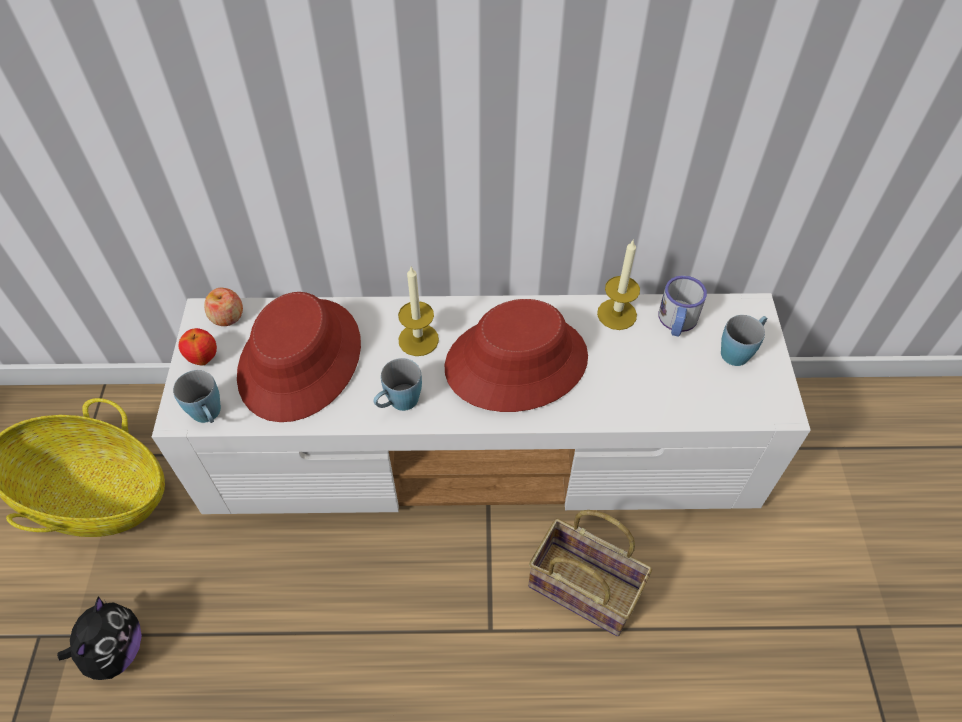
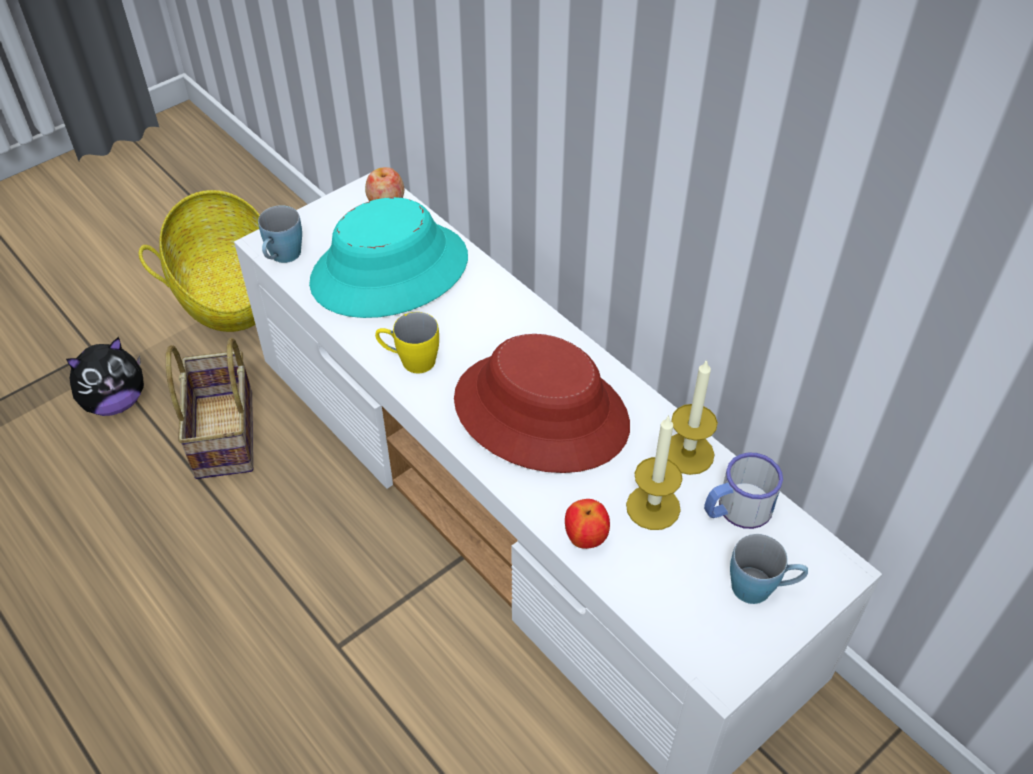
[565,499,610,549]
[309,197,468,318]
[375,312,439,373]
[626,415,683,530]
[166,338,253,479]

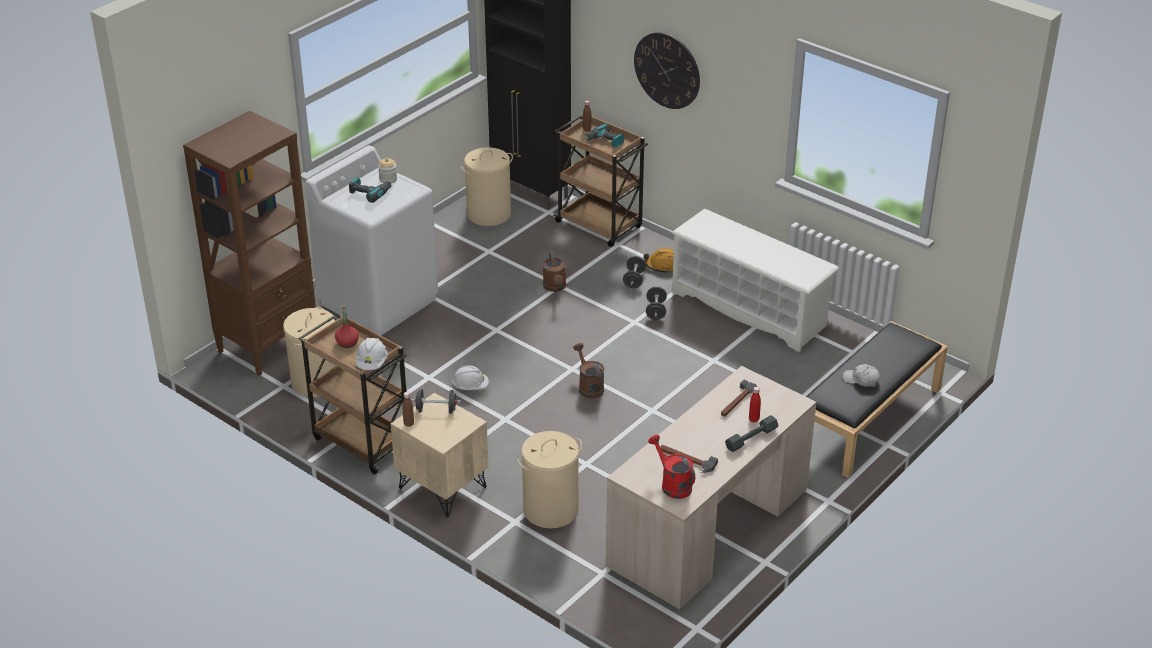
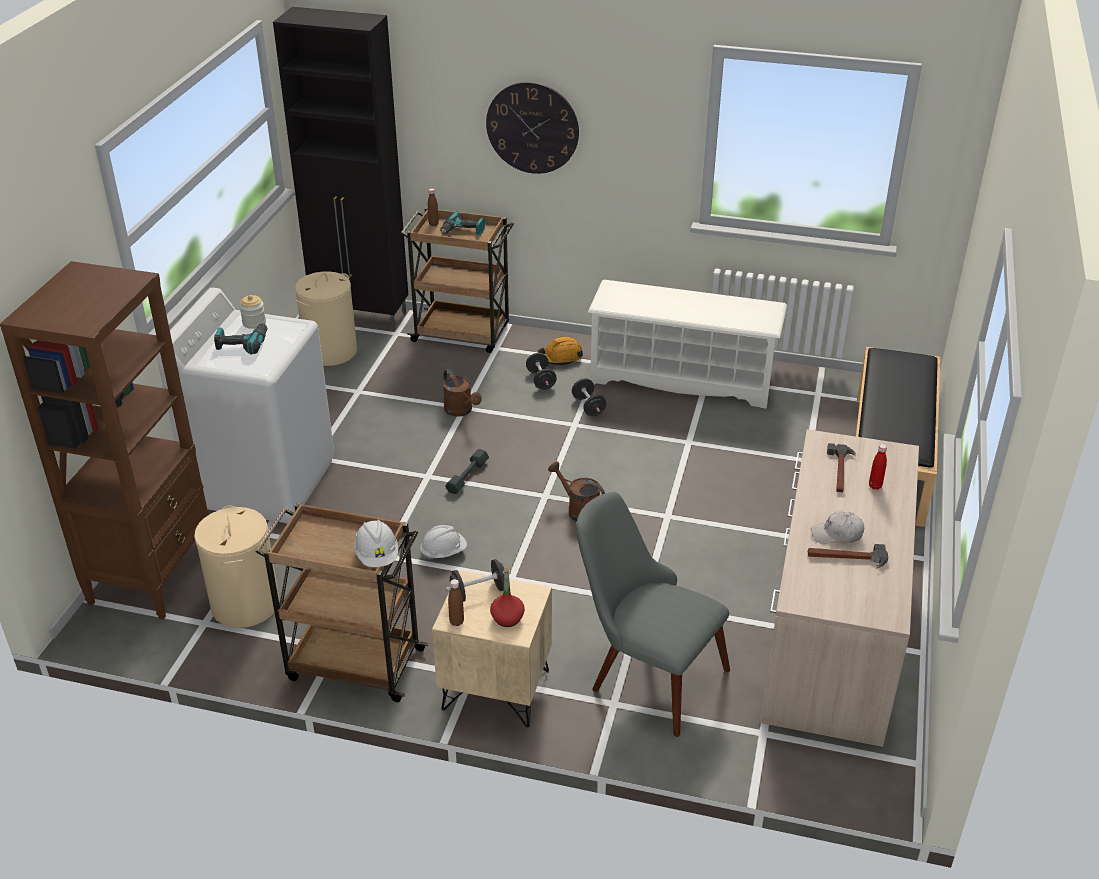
[490,568,525,627]
[576,492,730,737]
[648,435,695,499] (first image)
[445,449,489,494]
[811,511,864,544]

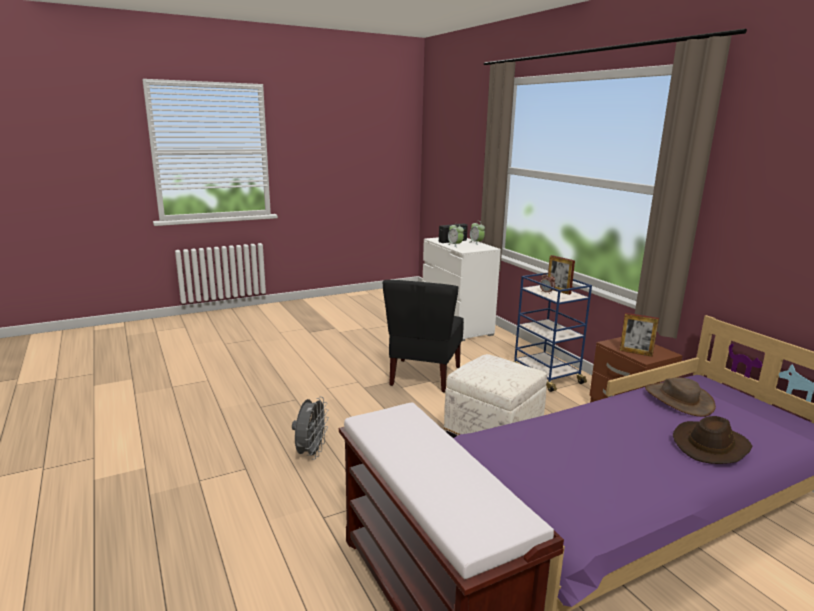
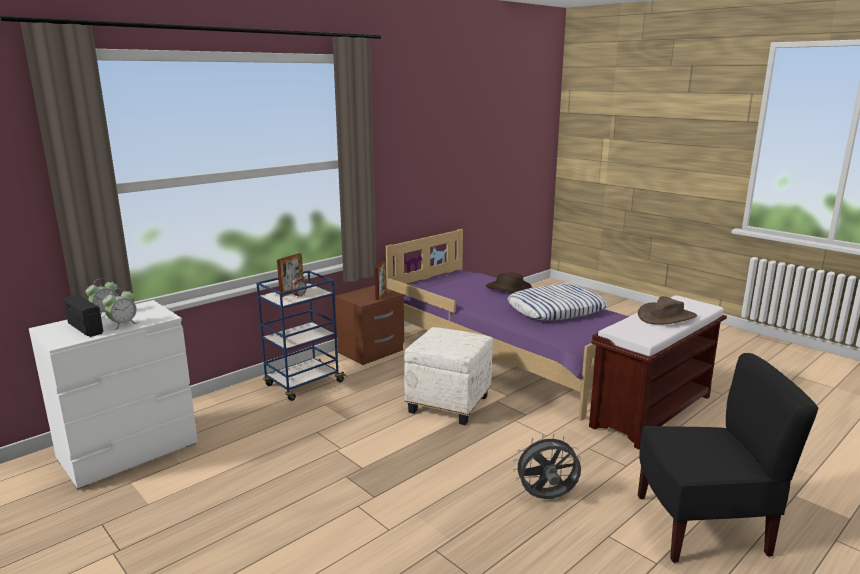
[638,353,818,563]
[638,296,697,325]
[507,284,608,321]

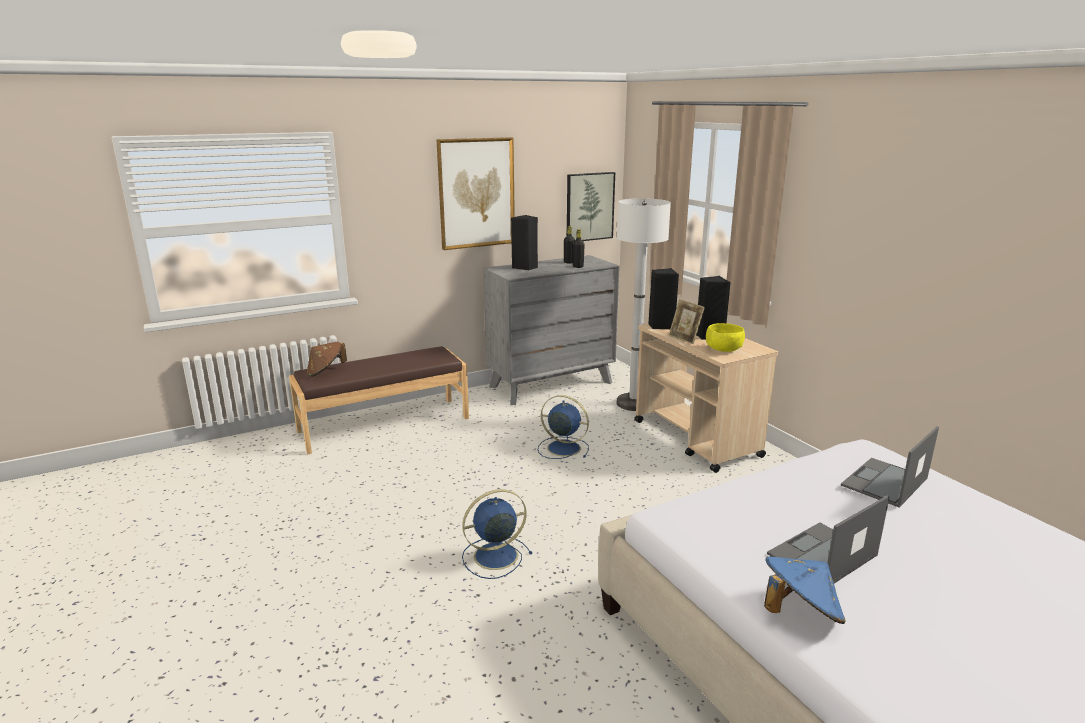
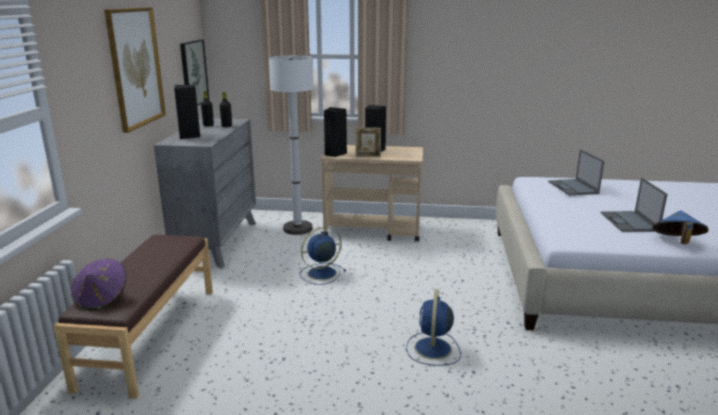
[71,258,126,310]
[706,323,745,352] (first image)

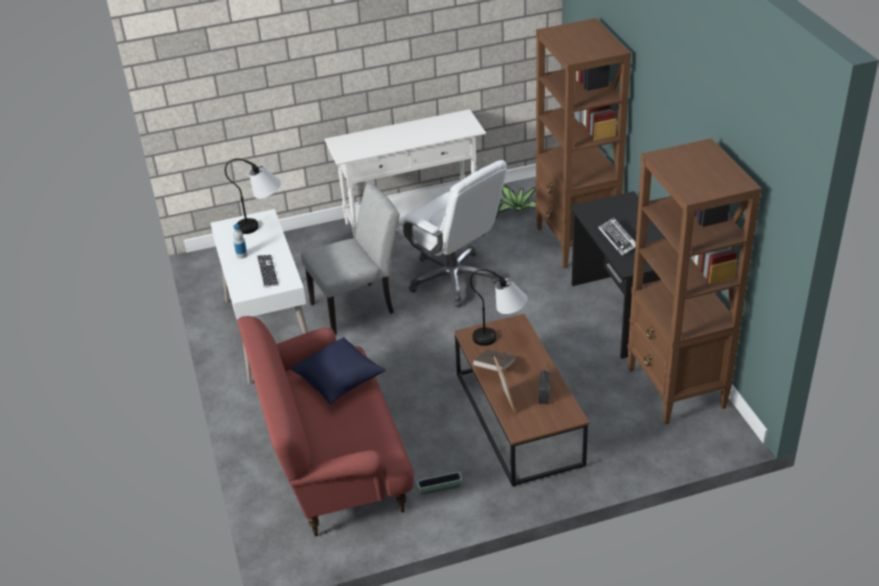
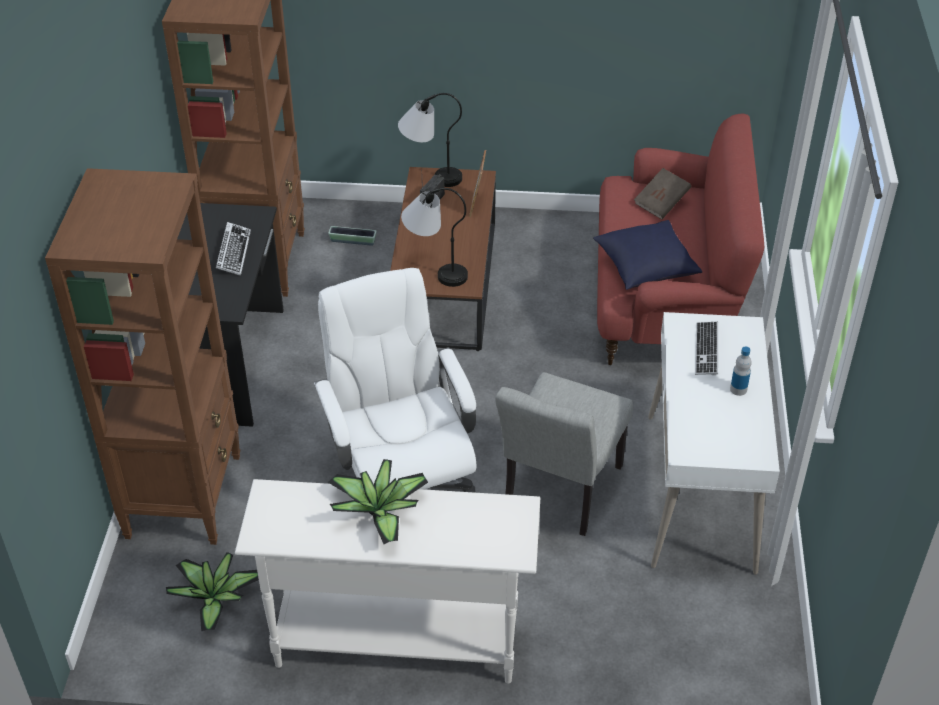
[398,93,462,187]
[495,372,633,536]
[328,226,376,246]
[634,168,691,219]
[328,459,428,544]

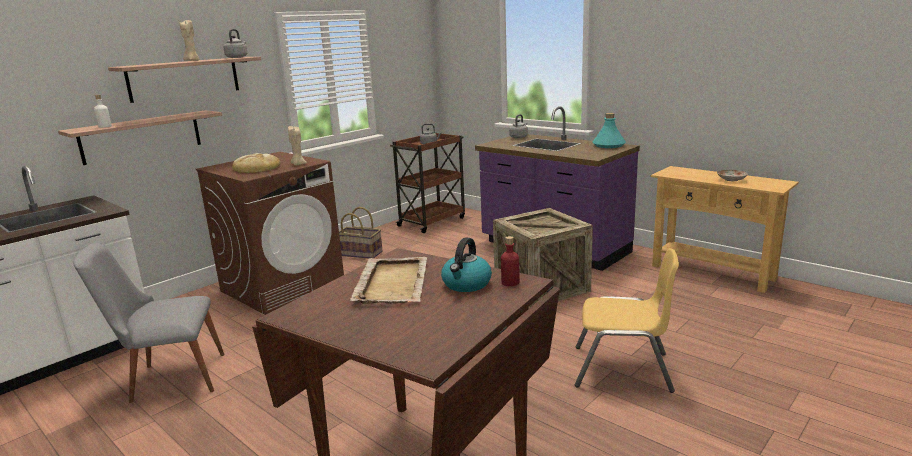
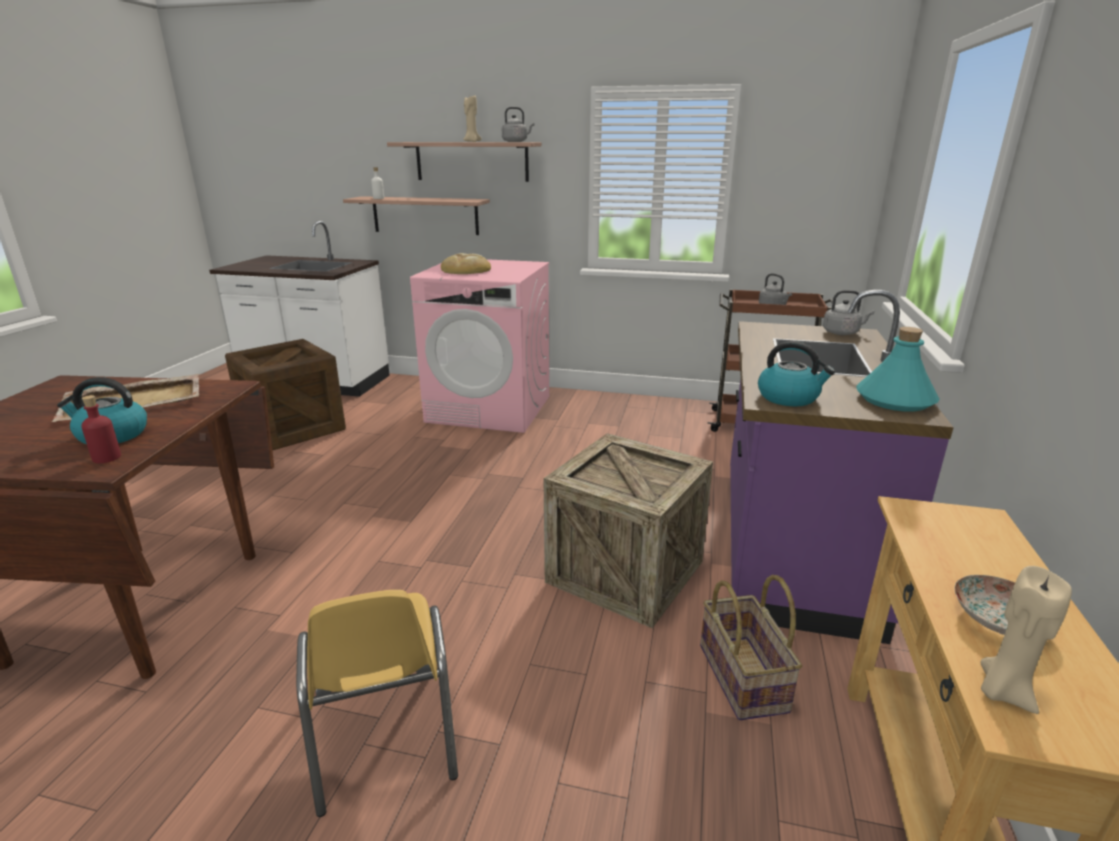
[225,339,346,451]
[410,259,549,433]
[980,566,1072,714]
[700,575,802,720]
[758,341,835,407]

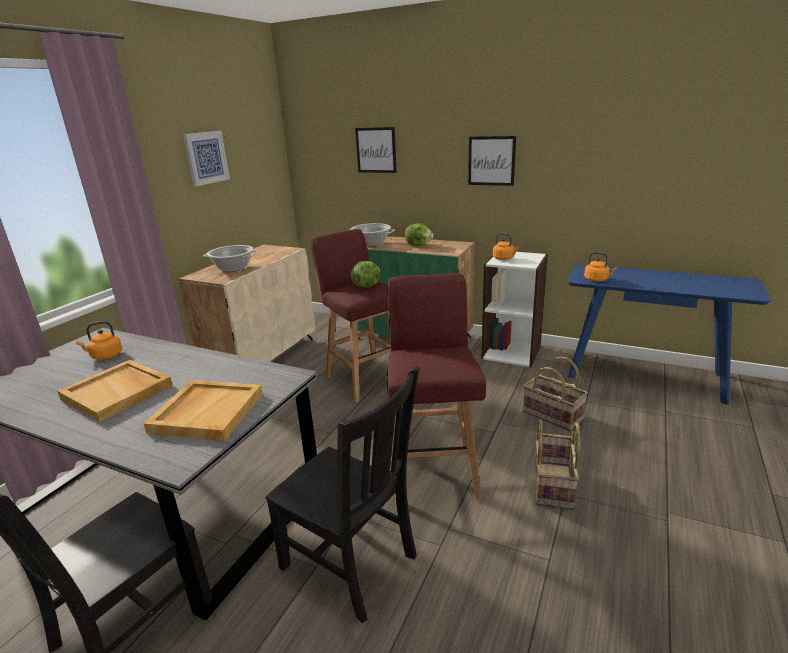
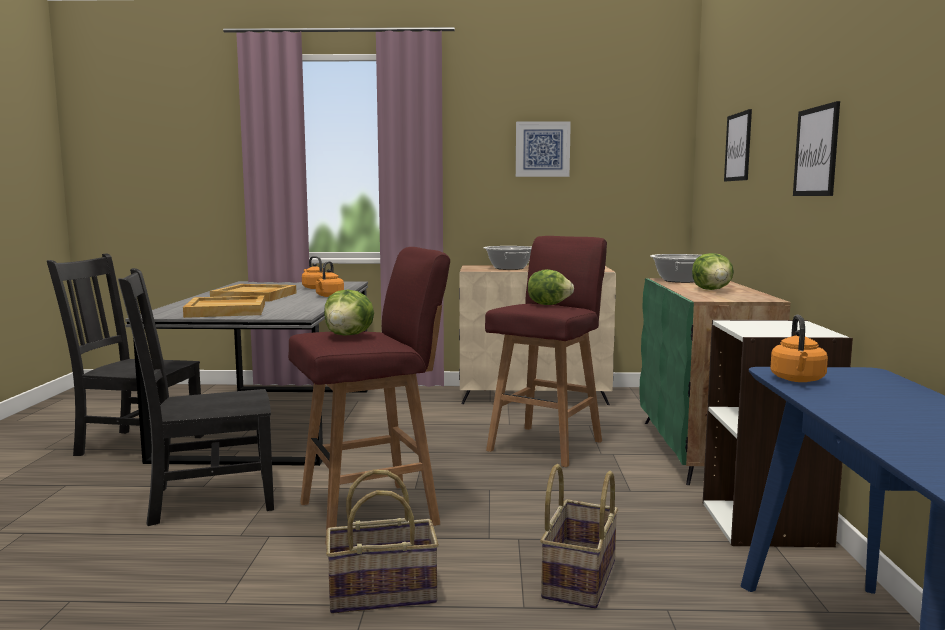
[118,268,274,526]
[316,261,344,297]
[324,290,374,336]

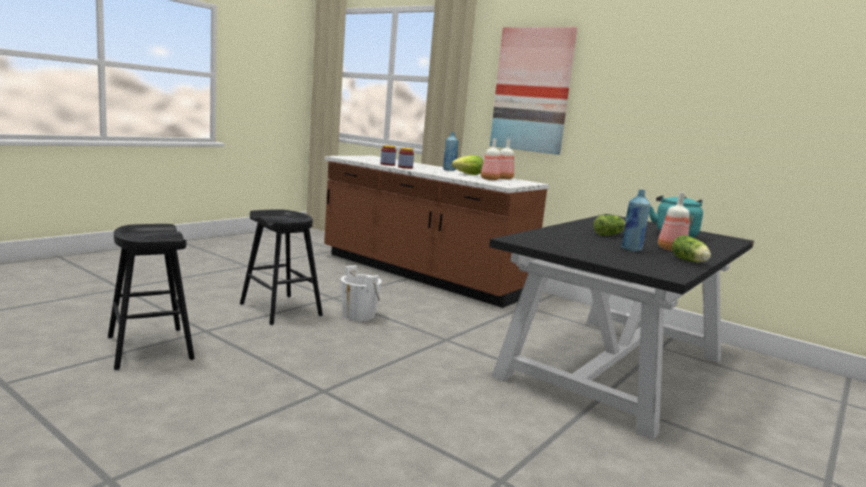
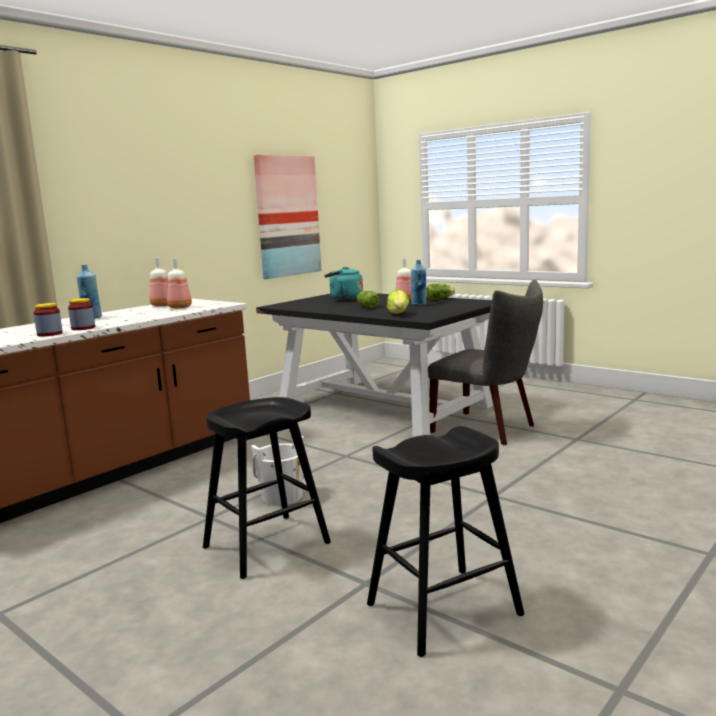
[387,290,409,314]
[254,155,321,279]
[428,280,543,445]

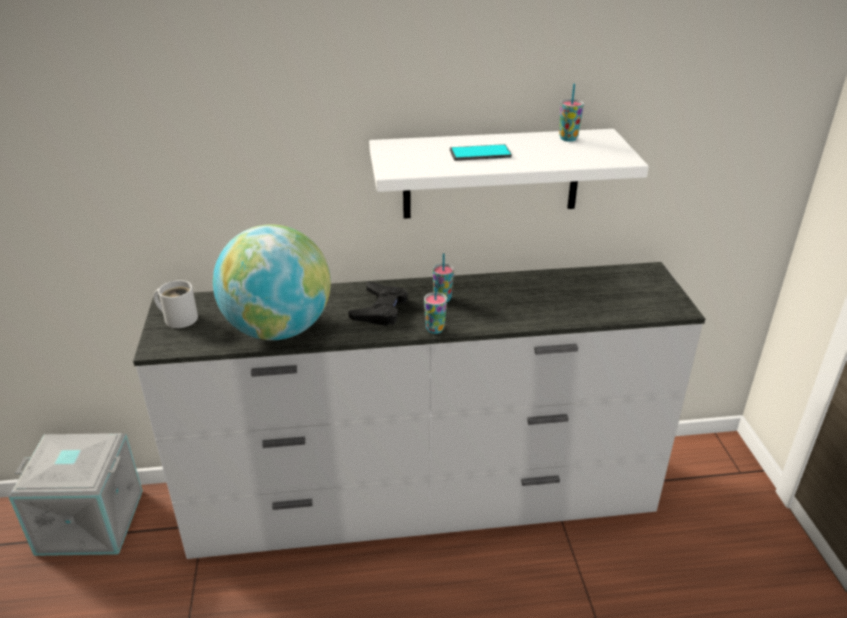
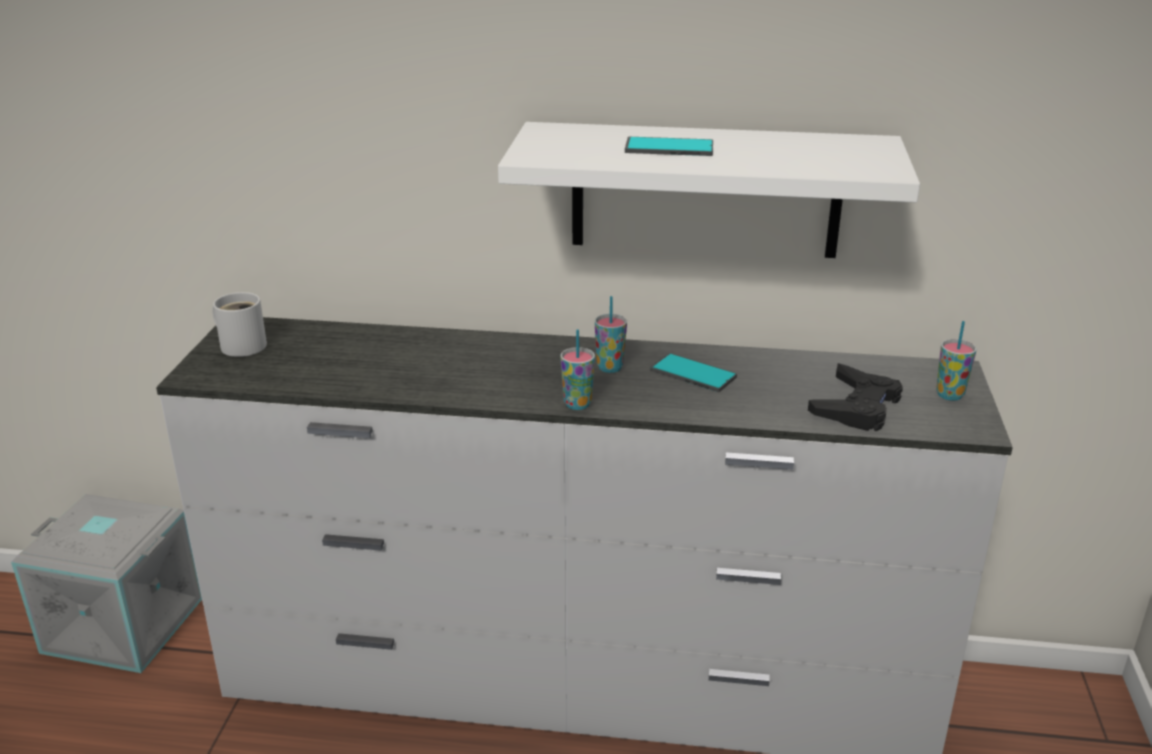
[213,224,331,340] (first image)
[808,363,903,431]
[936,321,977,401]
[650,353,737,392]

